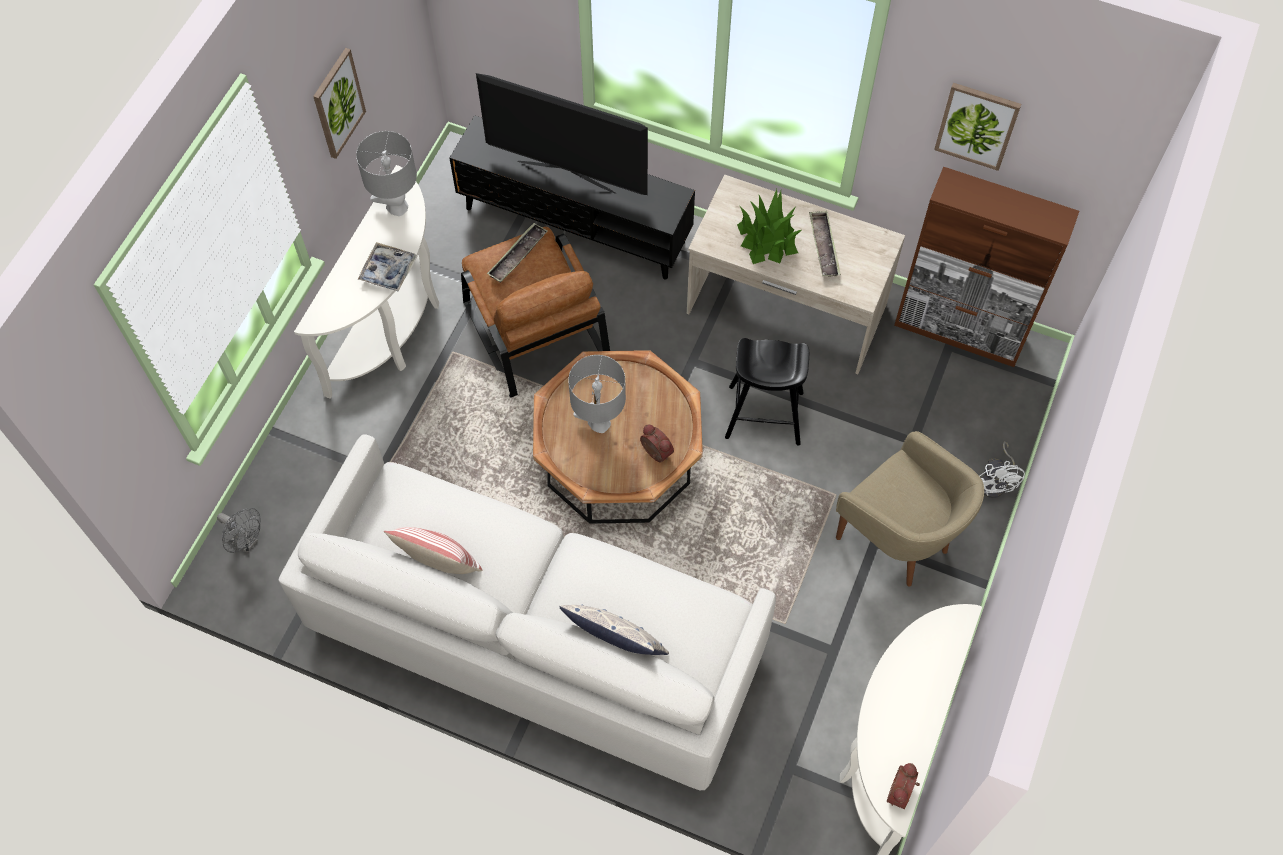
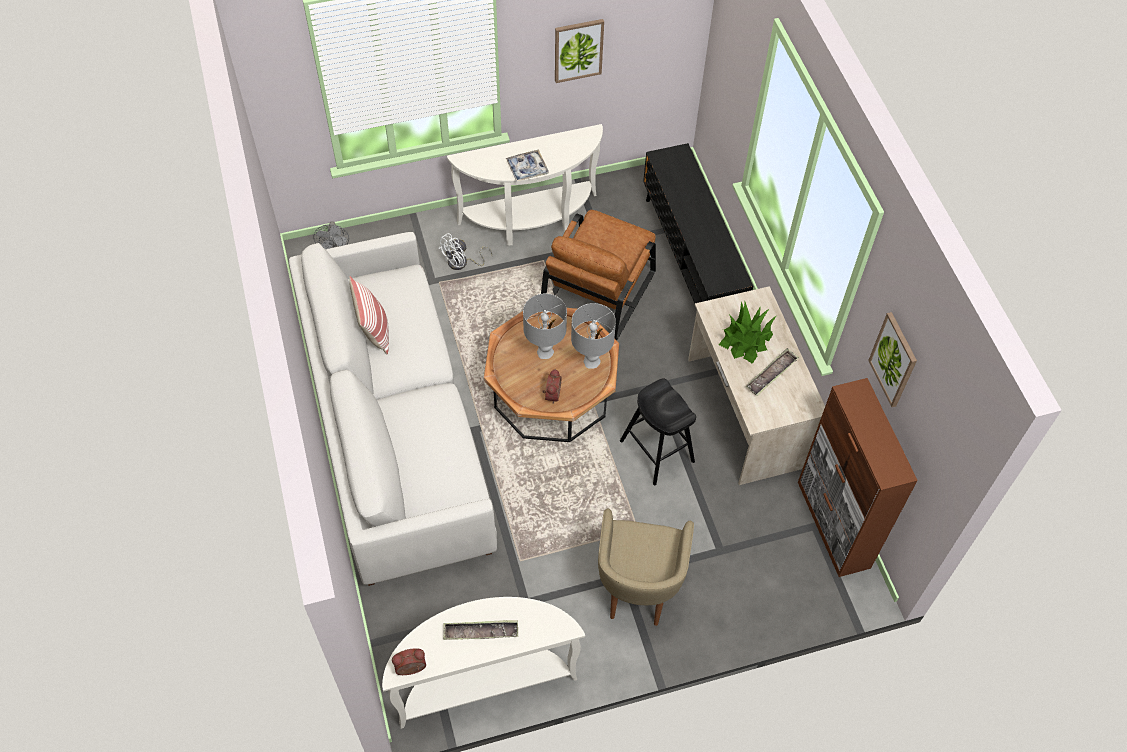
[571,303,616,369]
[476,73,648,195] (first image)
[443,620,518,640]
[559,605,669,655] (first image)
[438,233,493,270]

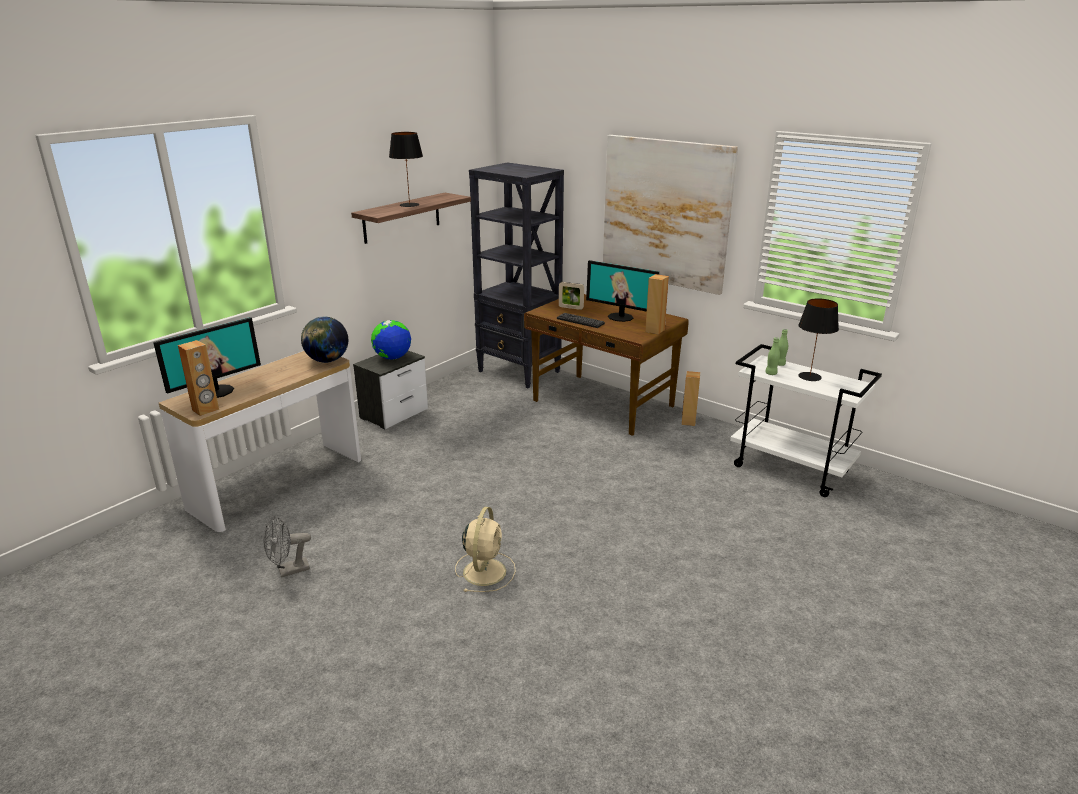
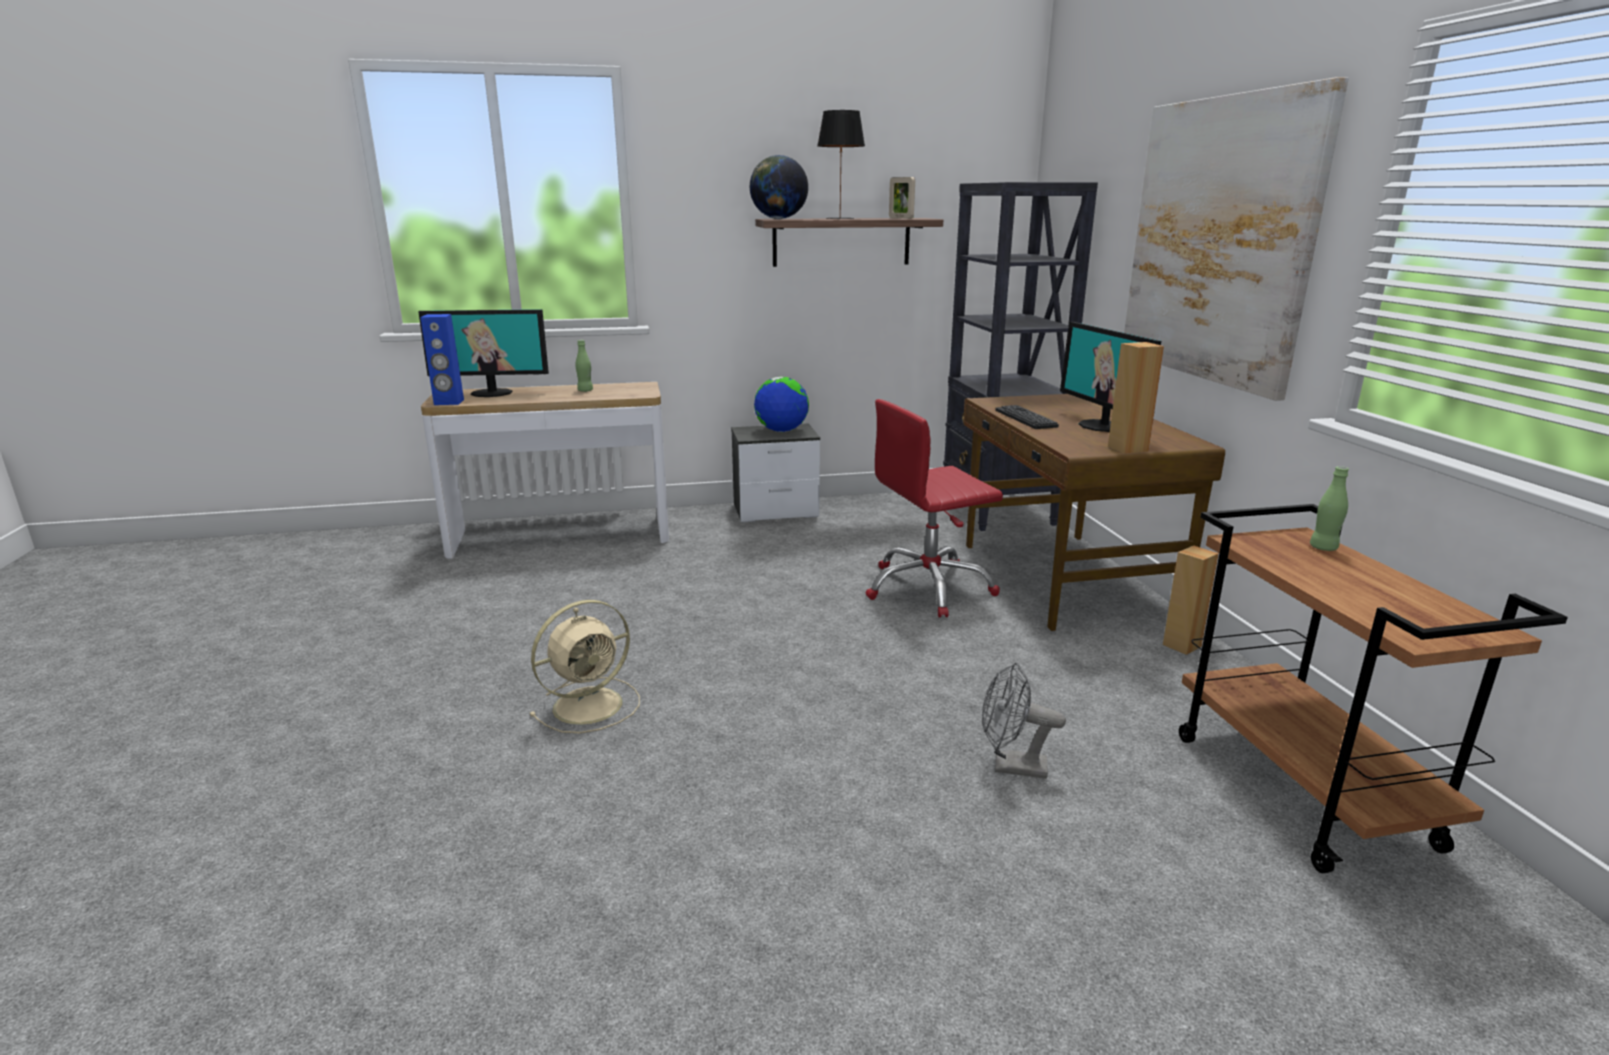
[420,314,464,405]
[982,663,1066,779]
[750,155,808,219]
[889,177,915,219]
[1179,504,1568,873]
[575,340,593,392]
[798,298,839,381] (first image)
[866,399,1003,618]

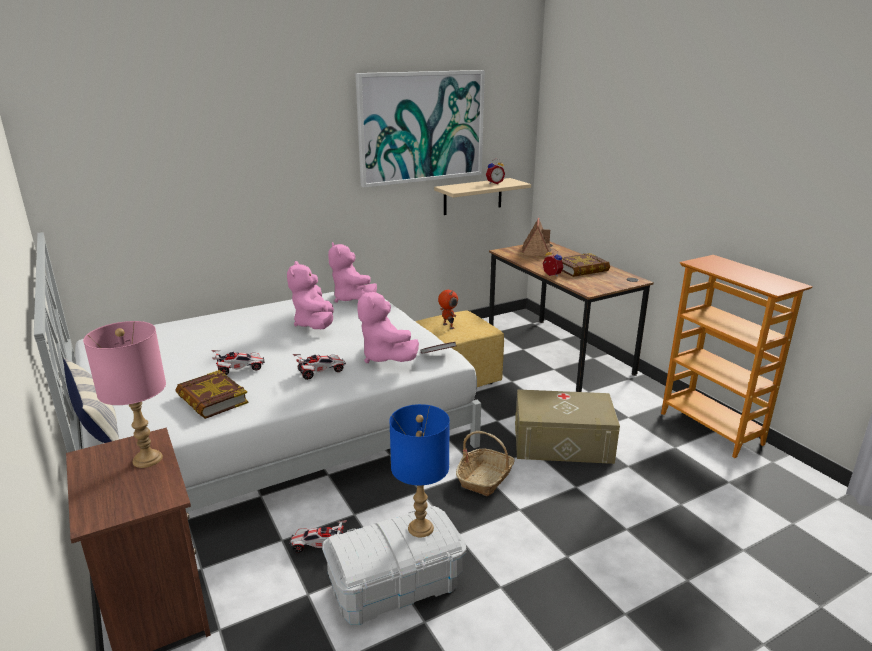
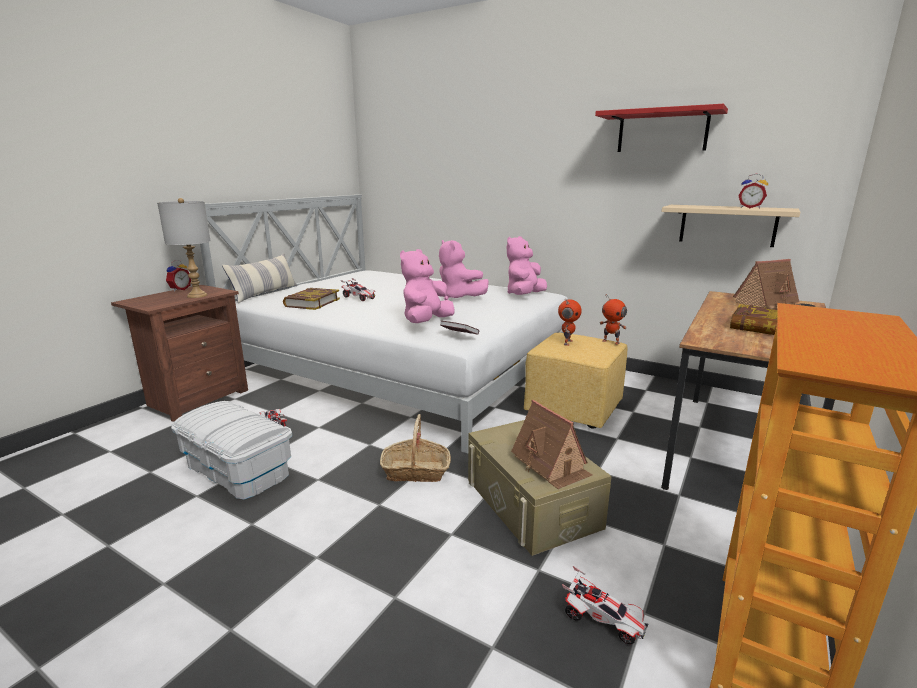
[157,198,211,298]
[439,240,489,300]
[562,566,648,644]
[595,104,728,152]
[389,404,450,537] (first image)
[166,260,191,291]
[511,400,592,489]
[600,295,627,345]

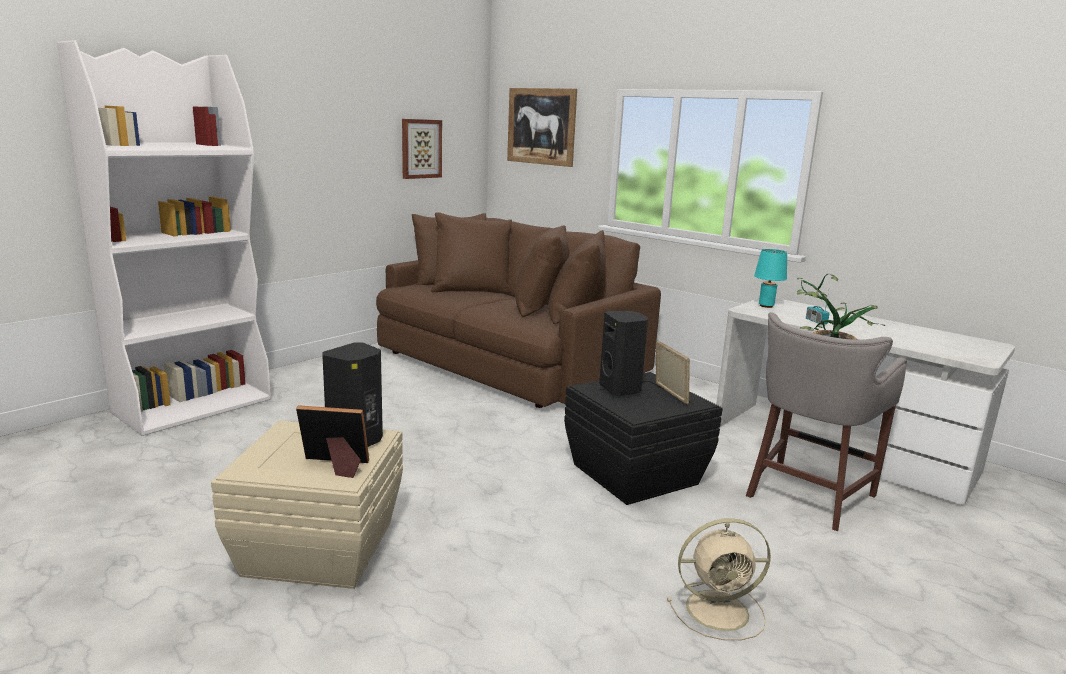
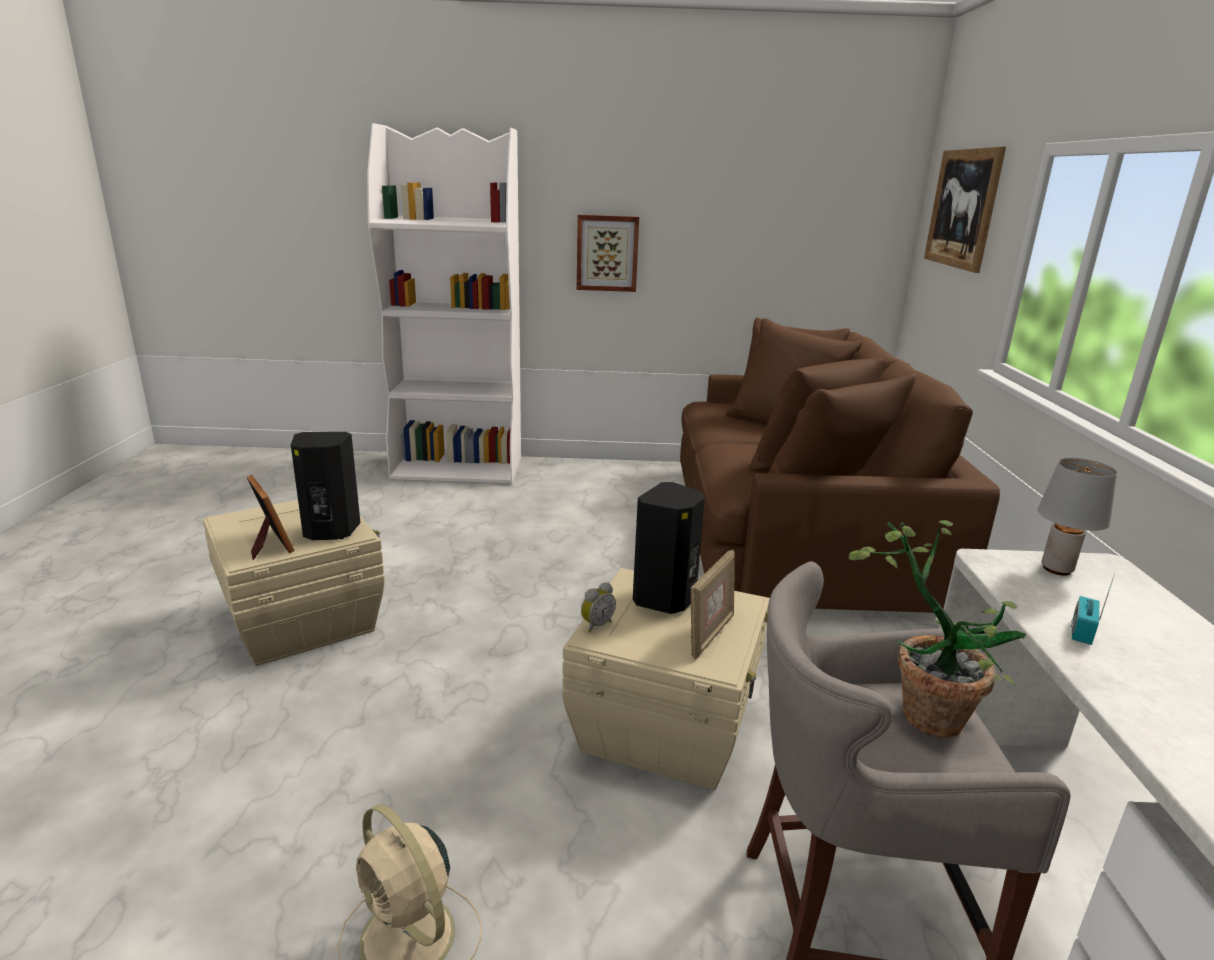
[577,215,639,292]
[562,568,770,790]
[1038,458,1117,576]
[581,582,616,632]

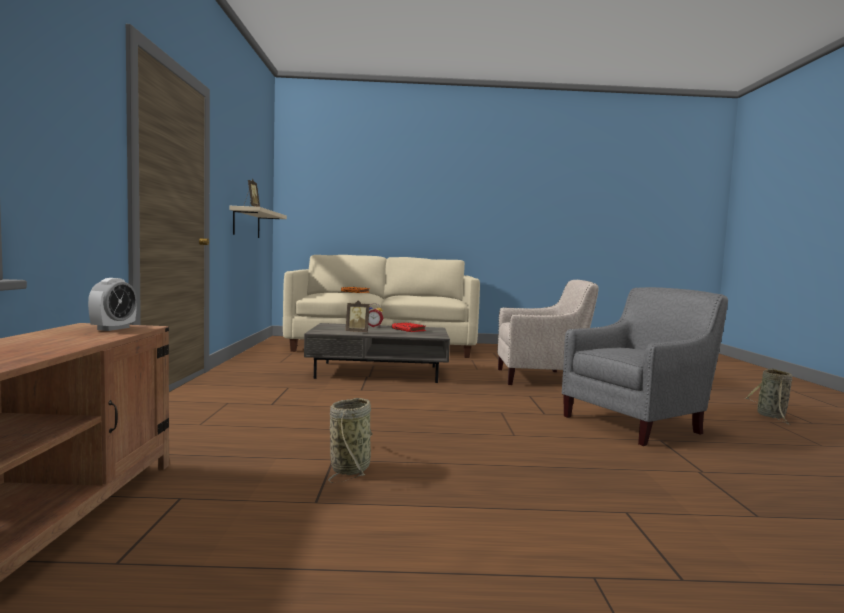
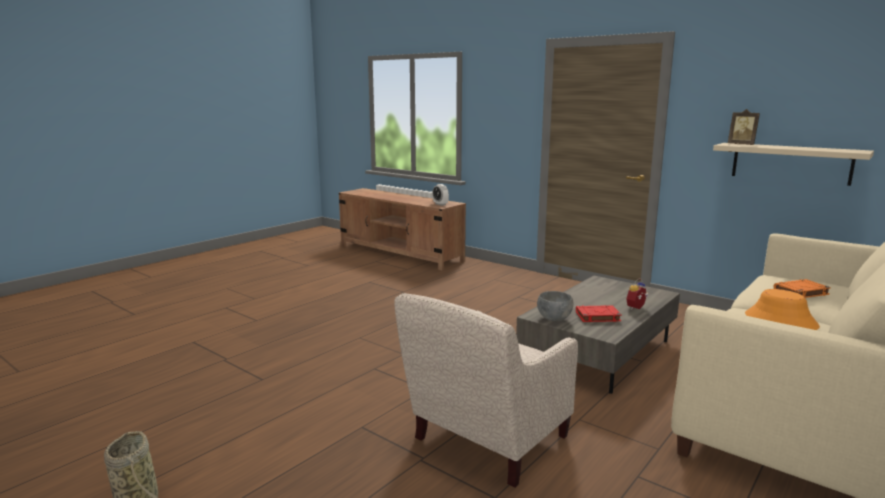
[328,398,372,483] (first image)
[346,300,370,332] (first image)
[562,287,728,446] (first image)
[537,291,573,321]
[745,289,820,330]

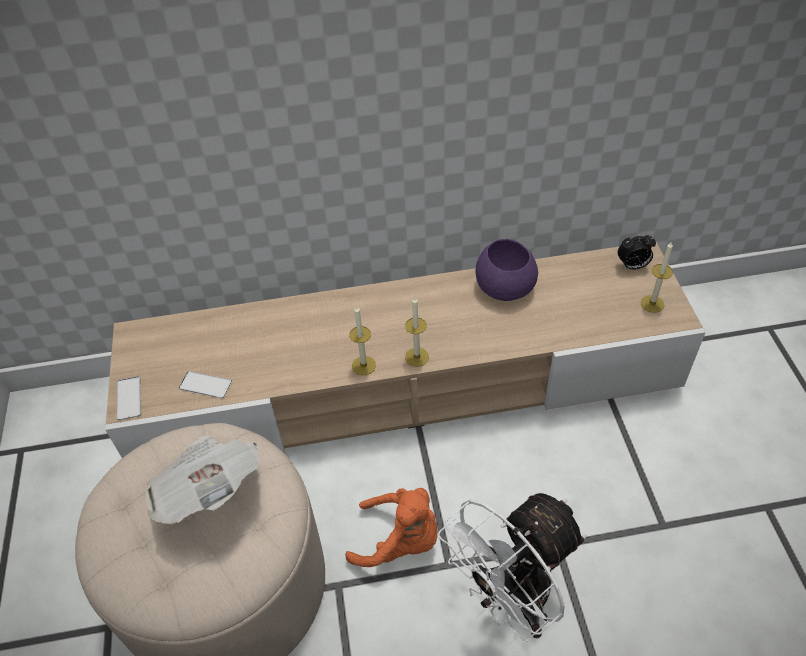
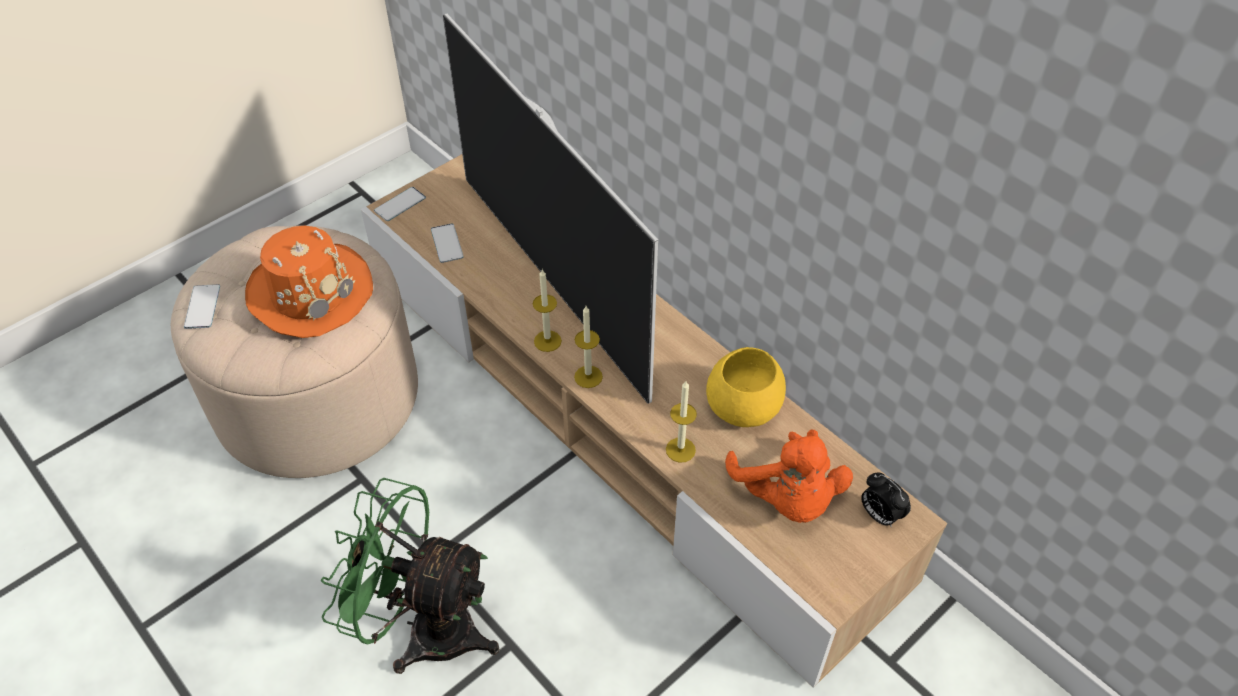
[245,226,373,338]
[725,430,853,523]
[321,478,499,674]
[706,347,786,427]
[666,381,697,463]
[184,284,220,329]
[443,14,658,404]

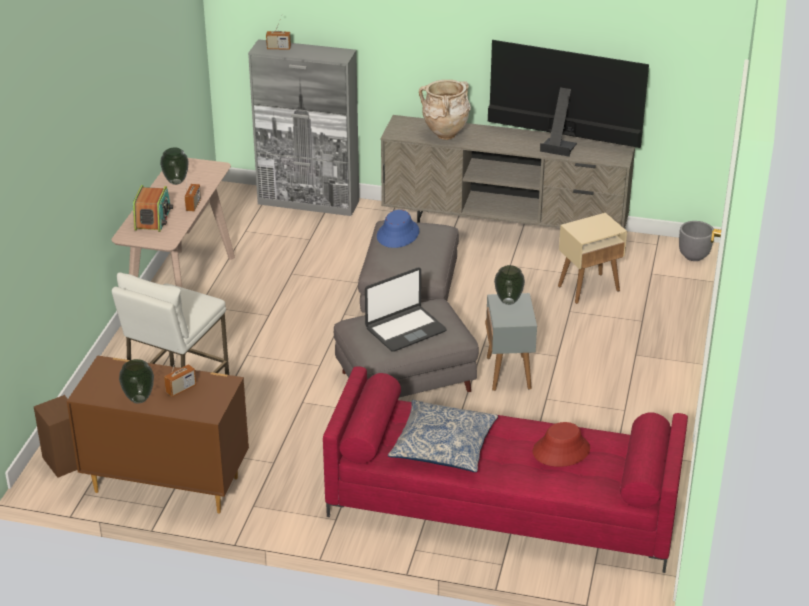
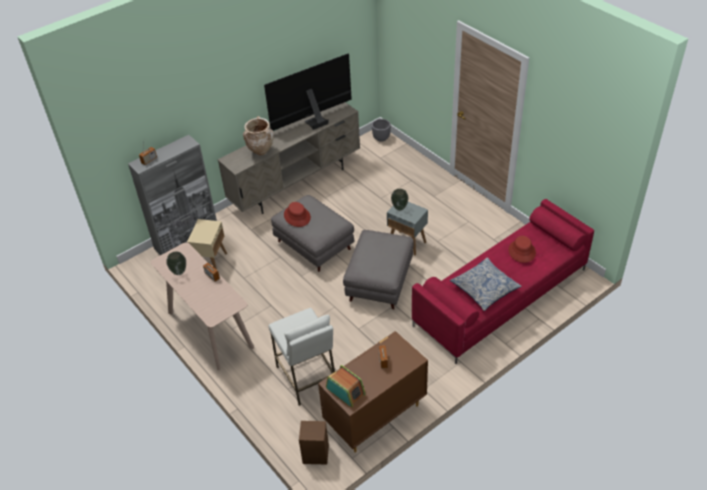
[119,359,154,403] (first image)
[326,365,366,407]
[365,268,447,352] (first image)
[284,202,311,227]
[187,219,227,270]

